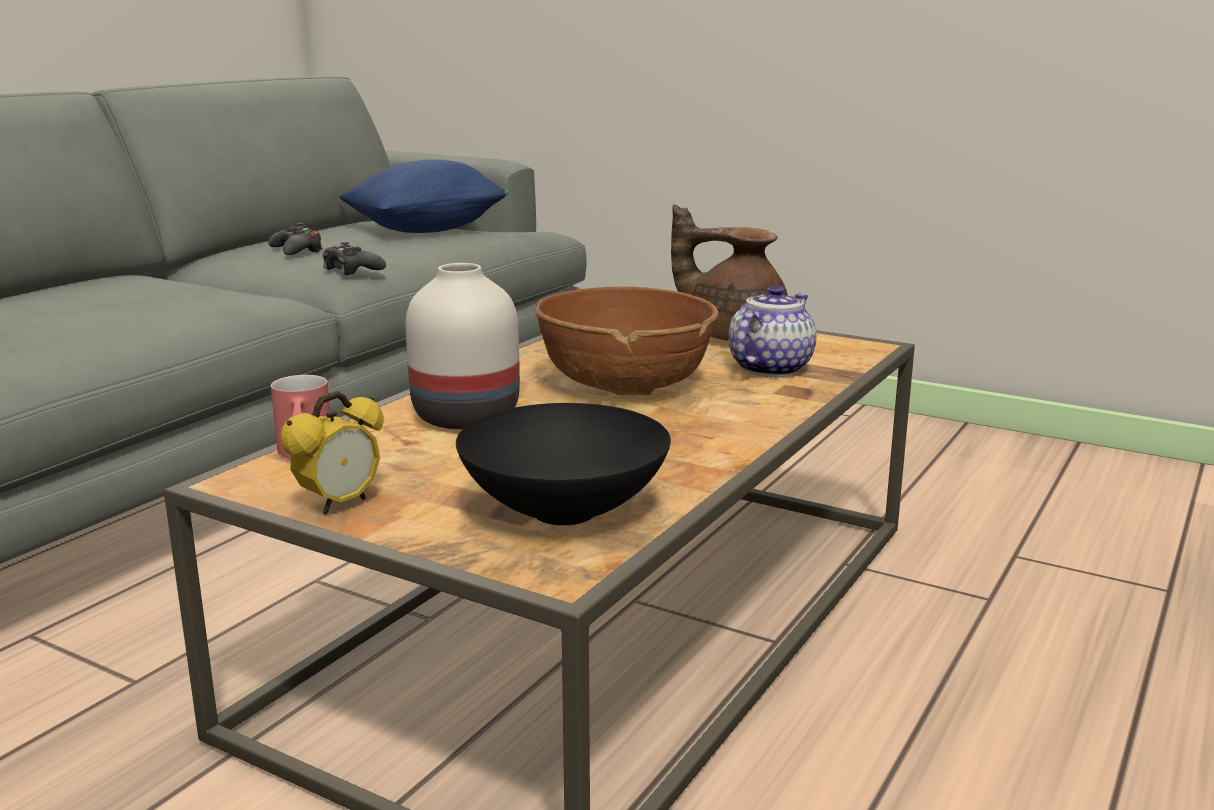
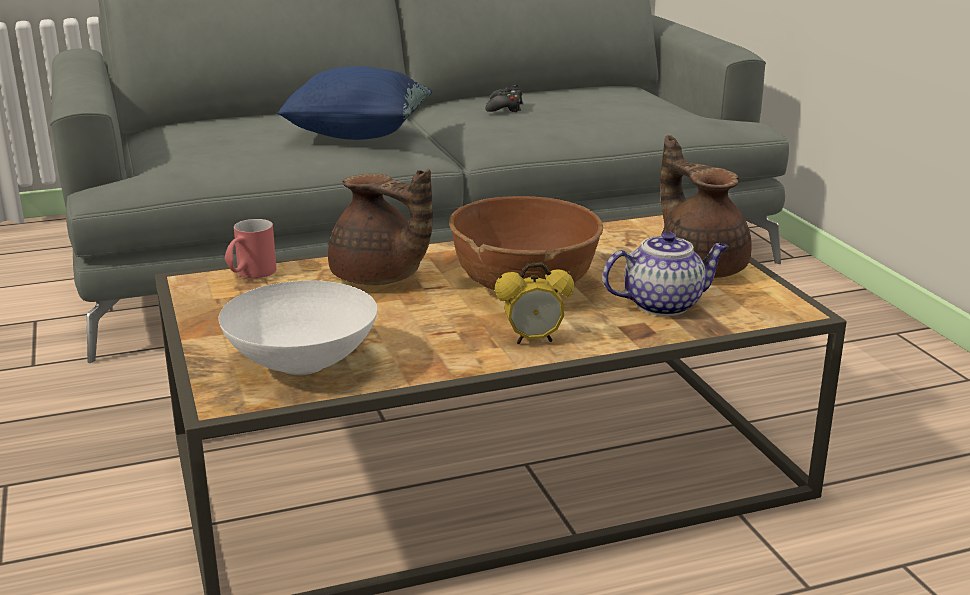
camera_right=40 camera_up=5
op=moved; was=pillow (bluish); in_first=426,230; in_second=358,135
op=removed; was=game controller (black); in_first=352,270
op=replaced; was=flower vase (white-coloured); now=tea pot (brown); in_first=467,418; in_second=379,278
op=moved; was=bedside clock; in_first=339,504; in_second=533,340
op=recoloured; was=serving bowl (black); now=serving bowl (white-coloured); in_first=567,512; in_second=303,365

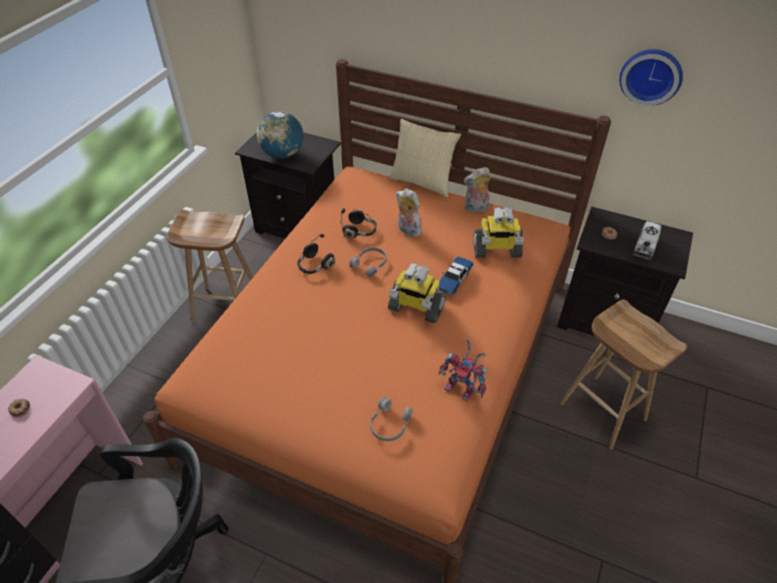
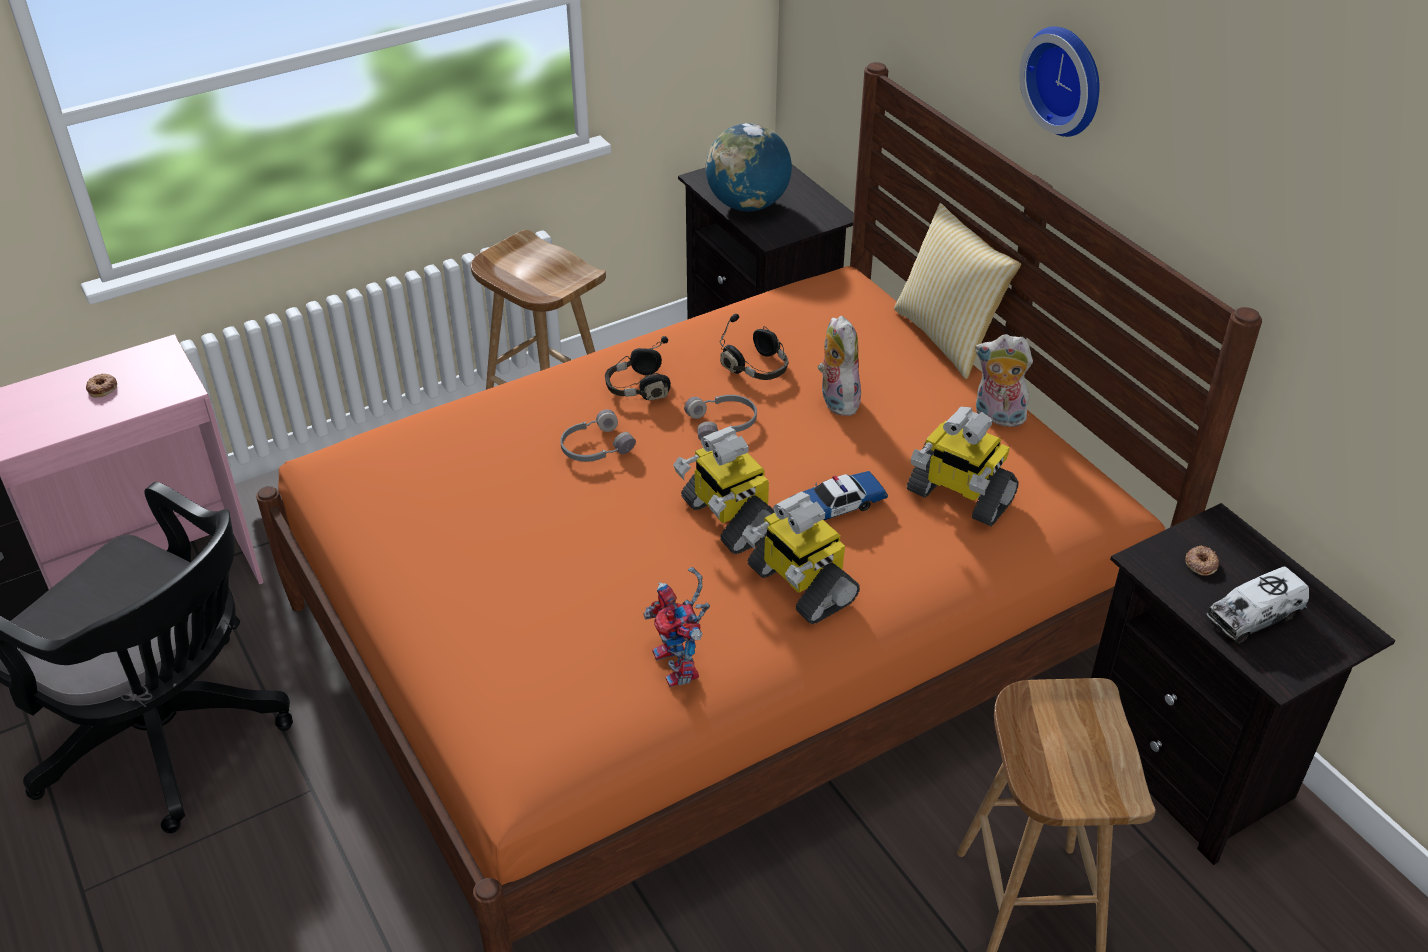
camera_right=35 camera_up=-5
op=moved; was=clock on the wall; in_first=651,75; in_second=1067,79
op=moved; was=headphones (grey); in_first=389,424; in_second=594,447
op=added; now=toy robot; in_second=799,585

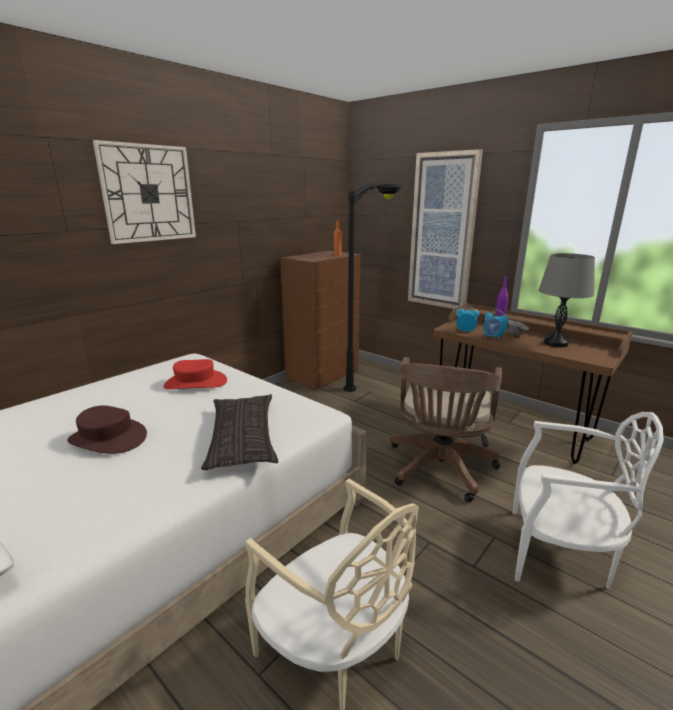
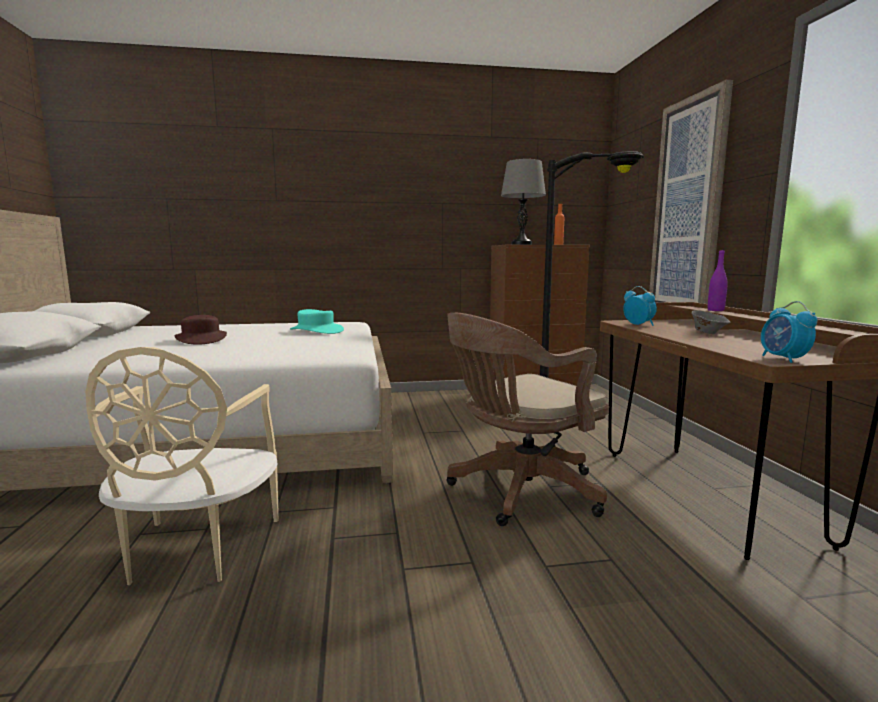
camera_right=40 camera_up=-10
op=removed; was=clock on the wall; in_first=148,193
op=moved; was=lamp for a table (grey); in_first=555,343; in_second=521,244
op=moved; was=bedside clock; in_first=493,337; in_second=783,359
op=recoloured; was=clothing hat (reddish); now=clothing hat (turquoise); in_first=195,383; in_second=316,331
op=removed; was=pillow; in_first=242,437
op=removed; was=chair (white-coloured); in_first=559,554

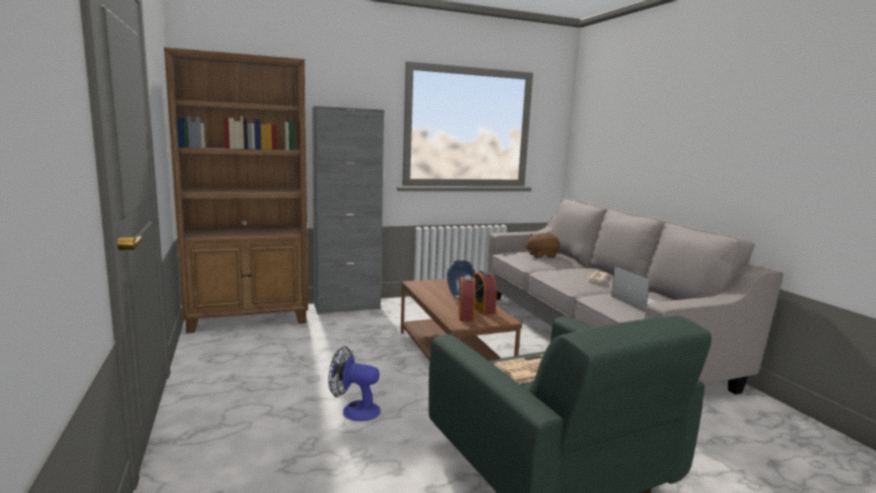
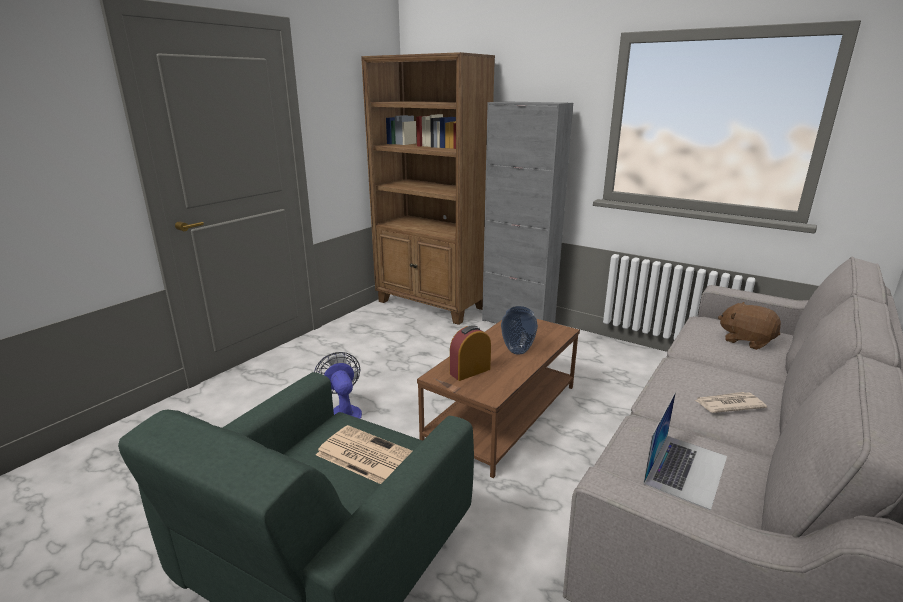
camera_right=55 camera_up=10
op=removed; was=bedside clock; in_first=482,309

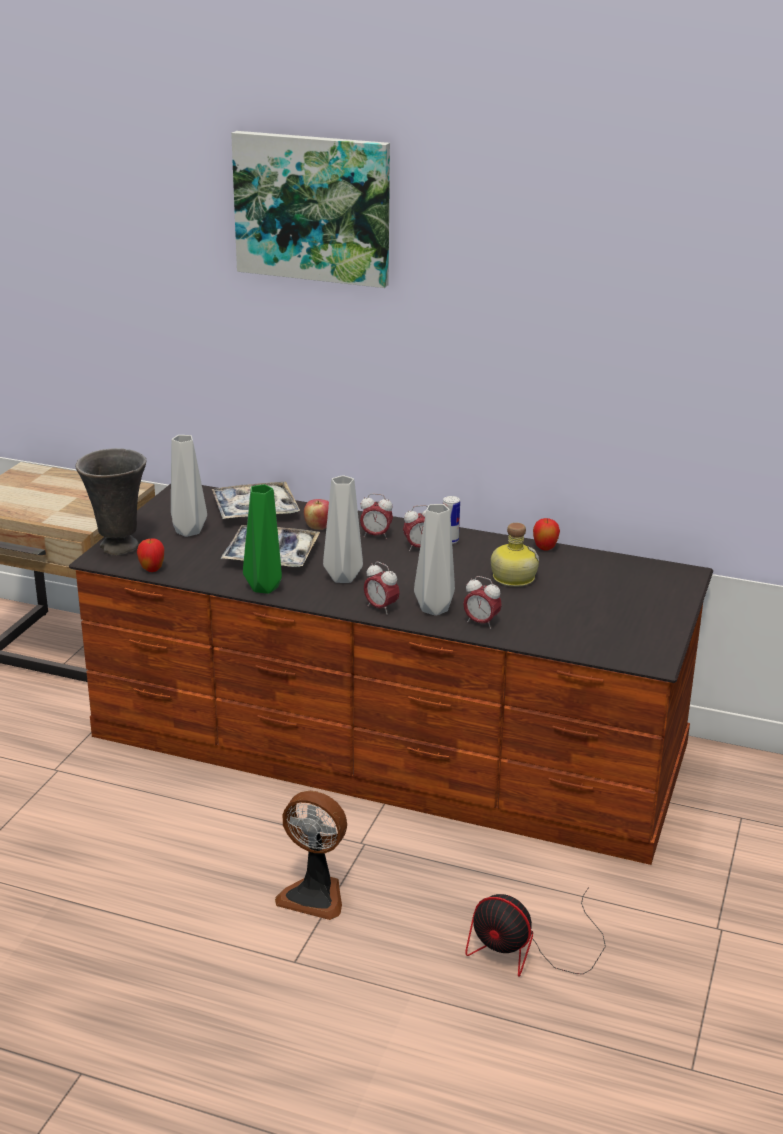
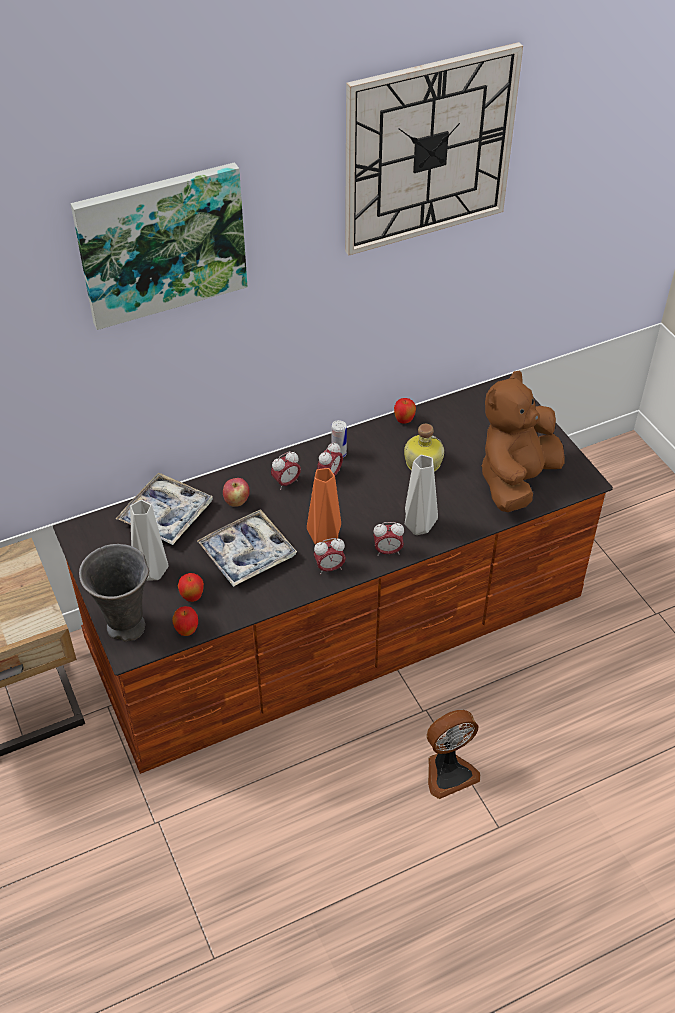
camera_right=-45 camera_up=20
op=recoloured; was=flower vase (grey); now=flower vase (orange); in_first=341,578; in_second=324,541
op=removed; was=flower vase (greenish); in_first=264,589
op=moved; was=bedside clock; in_first=481,623; in_second=329,568
op=removed; was=fan; in_first=530,950
op=added; now=clock on the wall; in_second=428,150
op=added; now=cuddly toy (brown); in_second=516,480
op=added; now=apple fruit; in_second=192,597

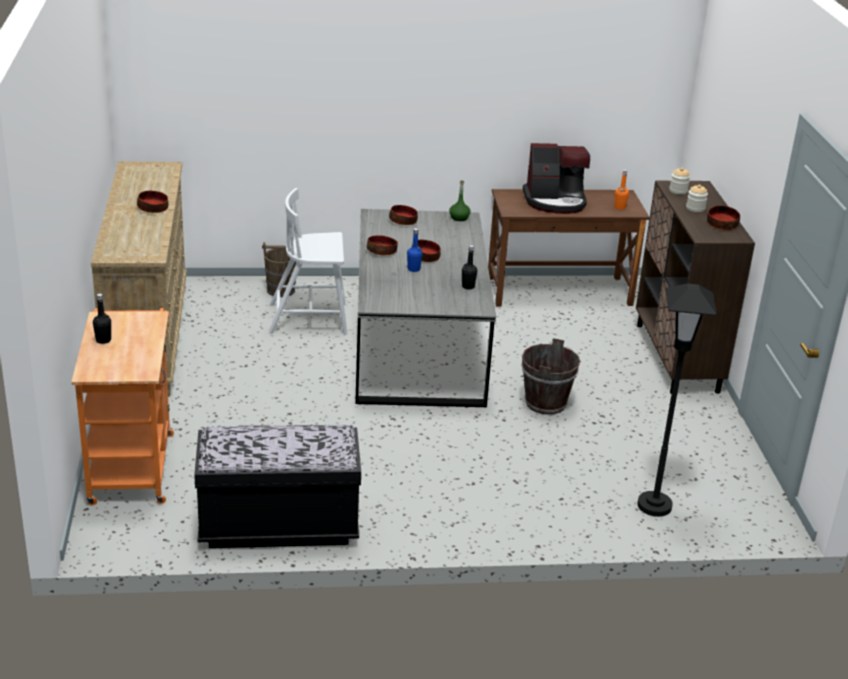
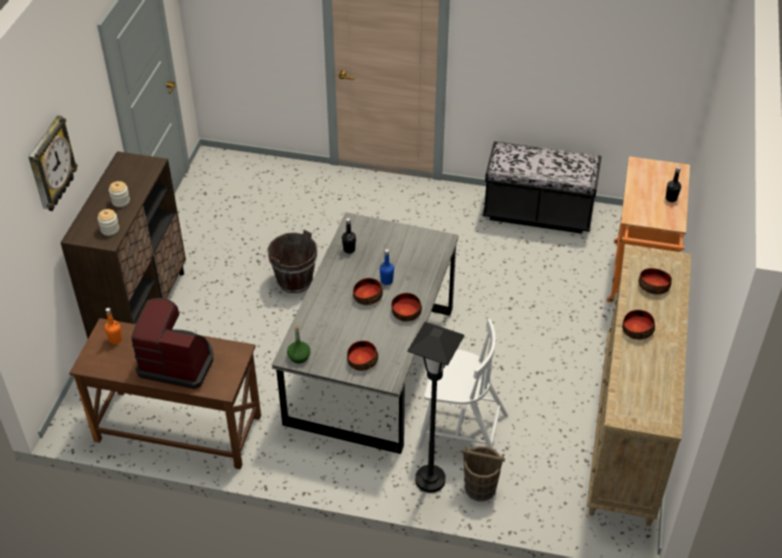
camera_right=-160 camera_up=15
op=moved; was=serving bowl; in_first=721,224; in_second=654,286
op=moved; was=standing lamp (black); in_first=654,506; in_second=430,479
op=added; now=clock on the wall; in_second=50,165

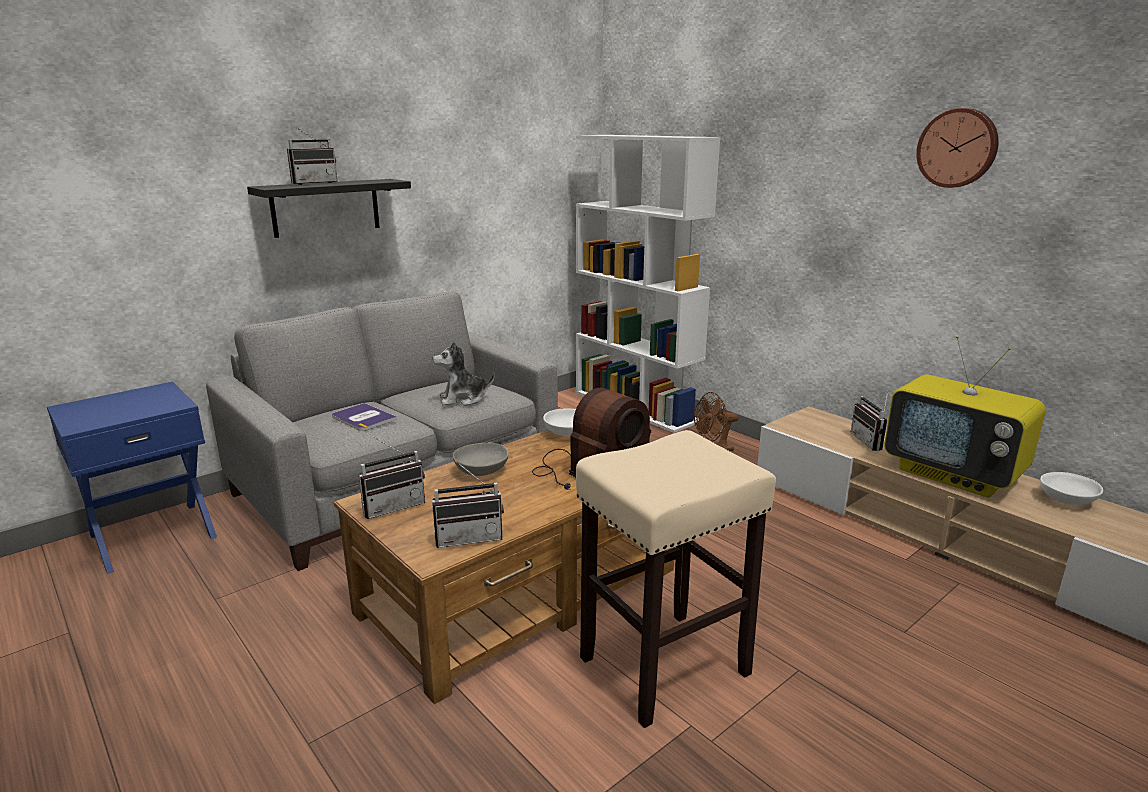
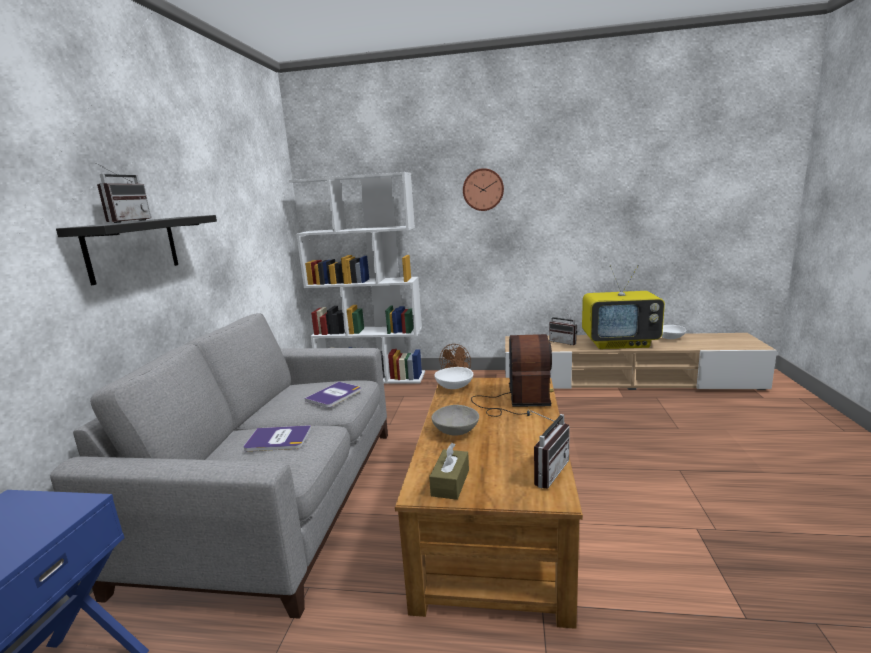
camera_right=-40 camera_up=-5
op=moved; was=clock on the wall; in_first=958,148; in_second=483,189
op=replaced; was=cuddly toy; now=book; in_first=463,399; in_second=334,395
op=removed; was=sitting stool (beige-coloured); in_first=663,667
op=replaced; was=radio set; now=box of tissues (brown); in_first=393,506; in_second=450,483

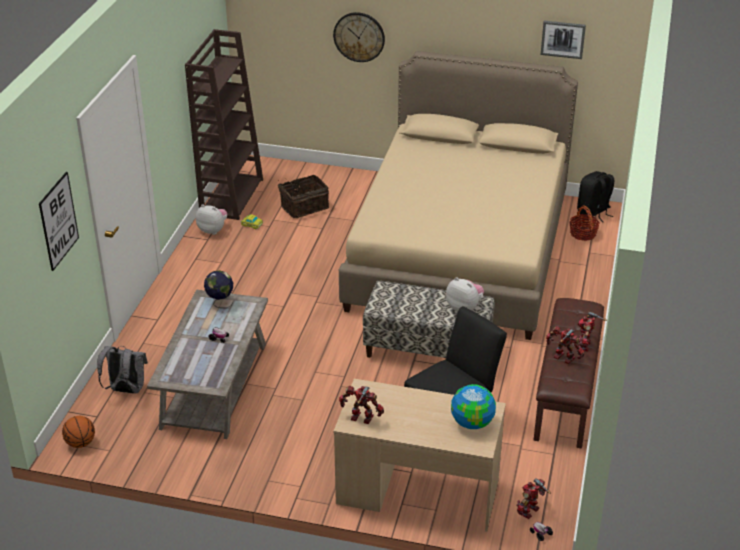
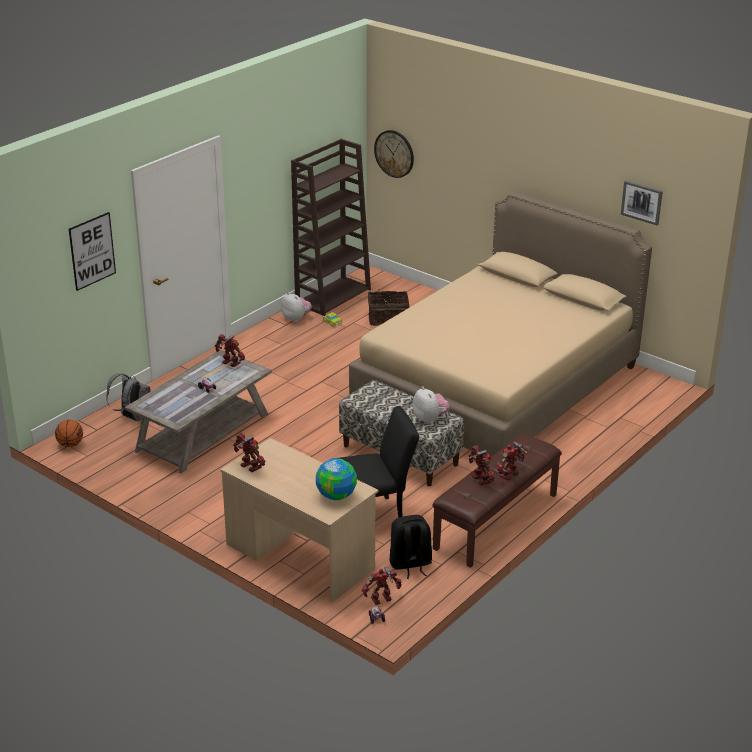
camera_right=25 camera_up=-5
op=moved; was=clock on the wall; in_first=359,36; in_second=394,153
op=moved; was=rucksack (black); in_first=593,213; in_second=410,564
op=removed; was=storage basket; in_first=583,234
op=replaced; was=desk globe; now=toy robot; in_first=220,303; in_second=230,363

